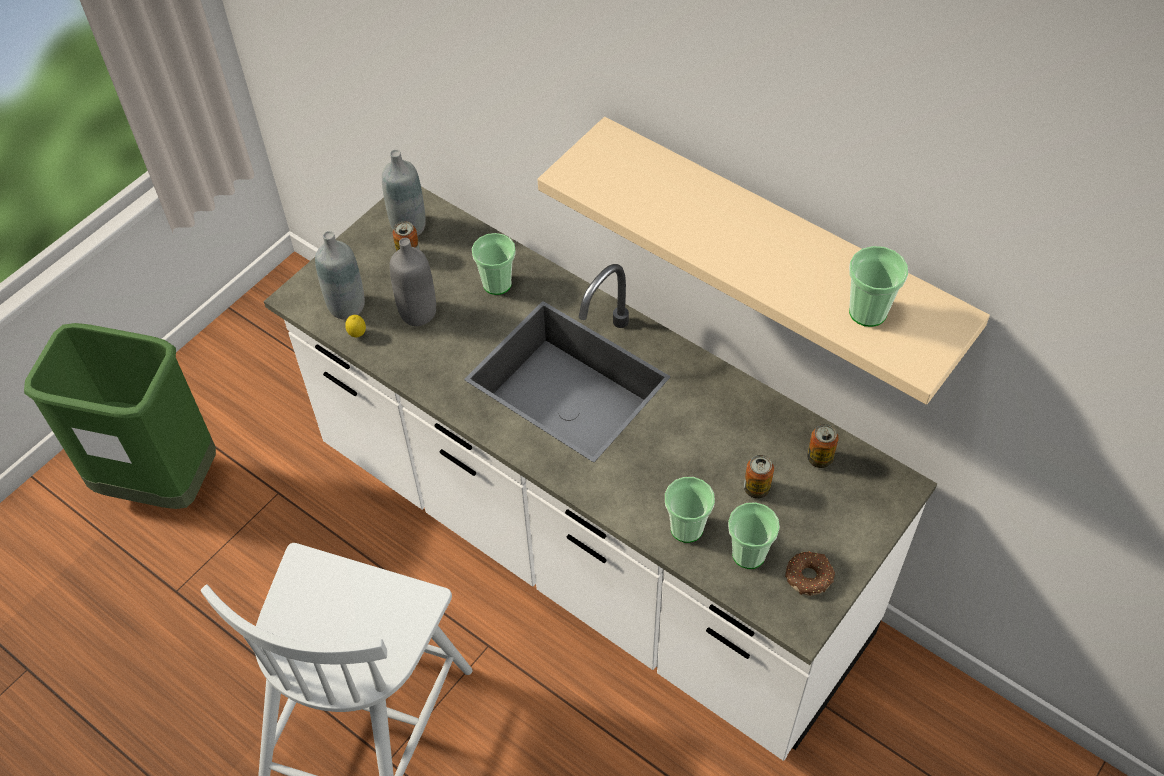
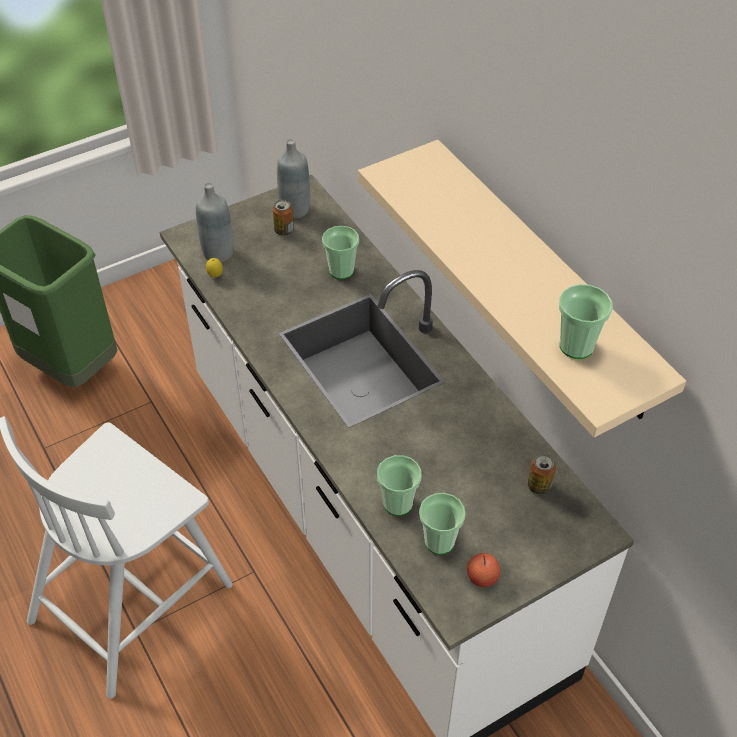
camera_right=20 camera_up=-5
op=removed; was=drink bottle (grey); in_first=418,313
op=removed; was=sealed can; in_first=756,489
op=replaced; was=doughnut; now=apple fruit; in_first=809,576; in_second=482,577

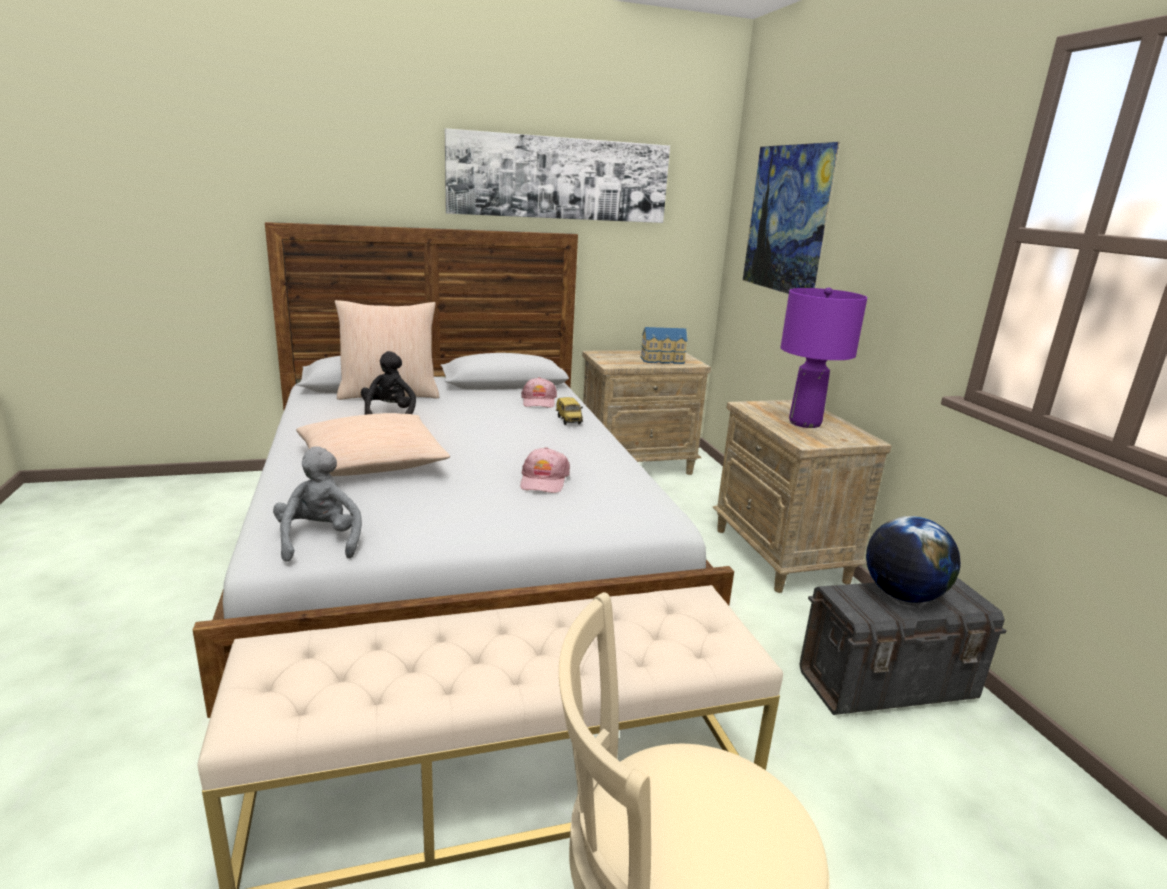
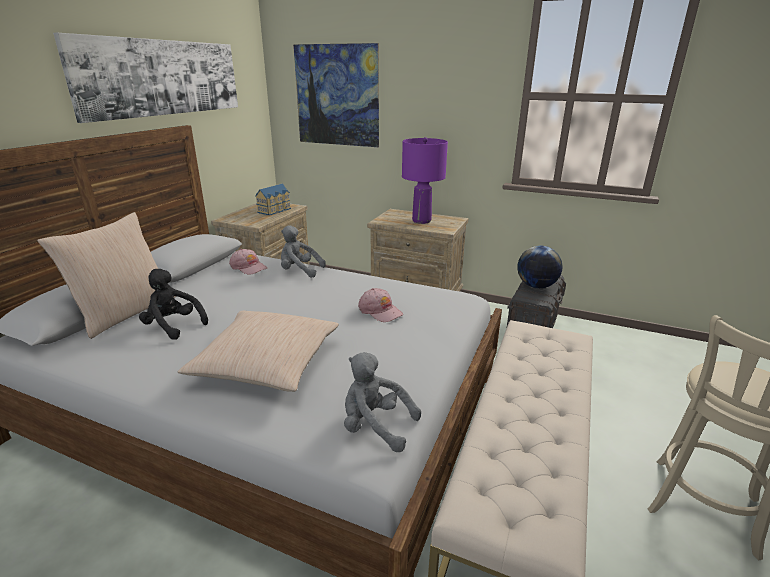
camera_right=-50 camera_up=5
op=replaced; was=model car; now=cuddly toy (grey); in_first=569,421; in_second=299,271

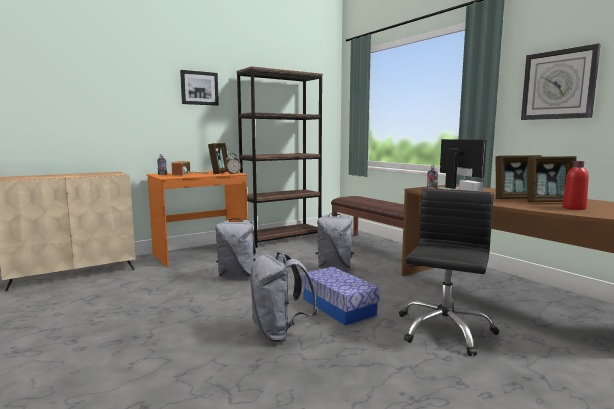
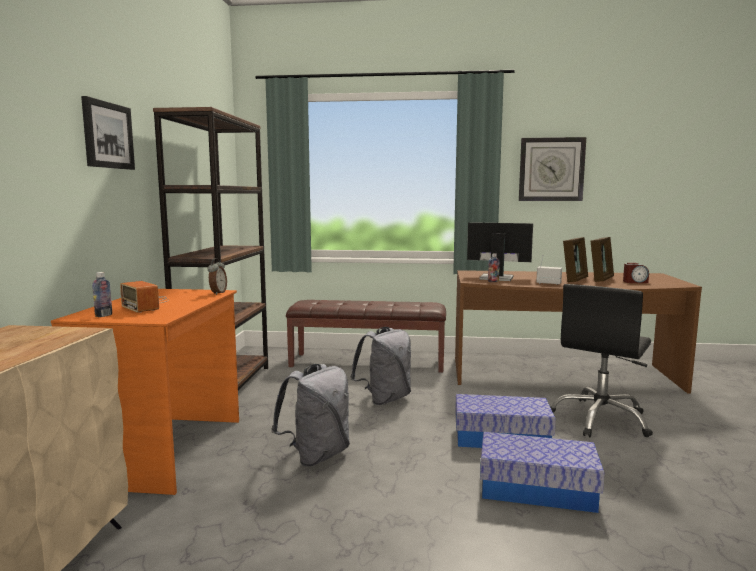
camera_right=-50 camera_up=0
op=removed; was=photo frame; in_first=220,173
op=replaced; was=drink bottle (reddish); now=bedside clock; in_first=574,208; in_second=635,282
op=turned; was=desk chair (black); in_first=444,330; in_second=600,419; clockwise=-120
op=replaced; was=rucksack (grey); now=storage box; in_first=280,333; in_second=537,489

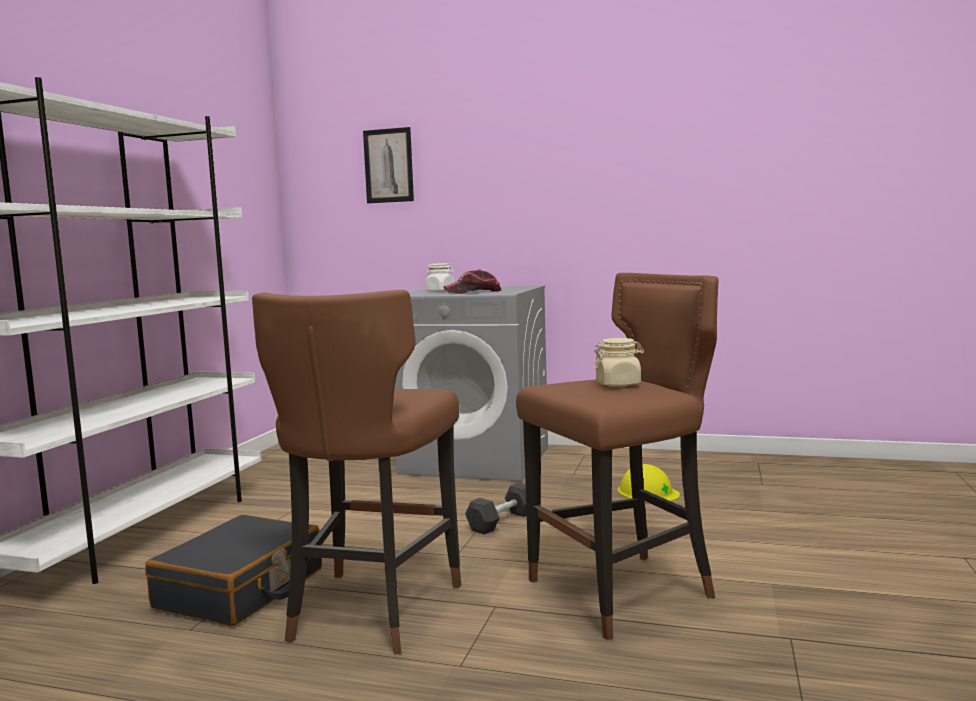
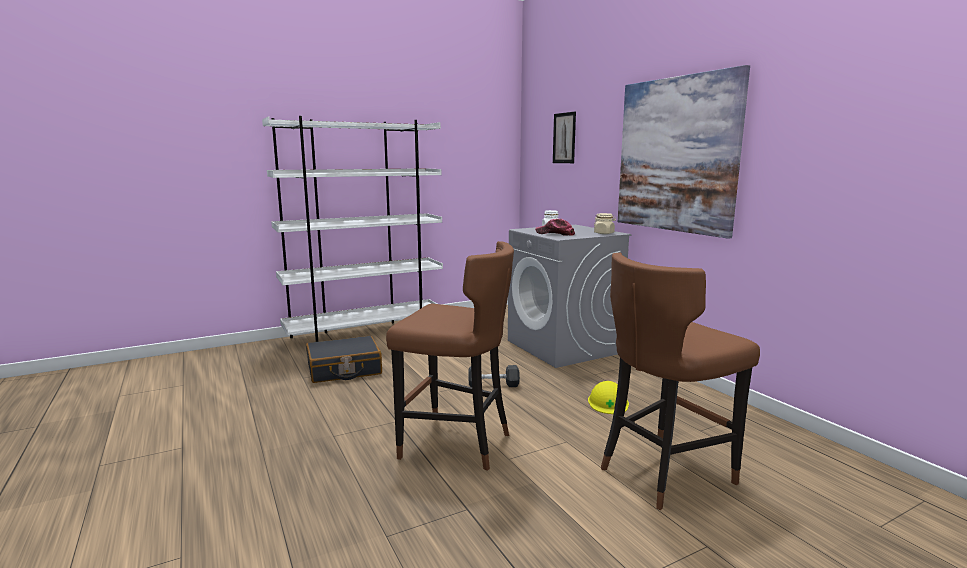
camera_right=45 camera_up=5
op=moved; was=sitting stool (brown); in_first=371,611; in_second=663,473
op=moved; was=jar (beige-coloured); in_first=618,384; in_second=604,233
op=added; now=wall picture; in_second=676,155

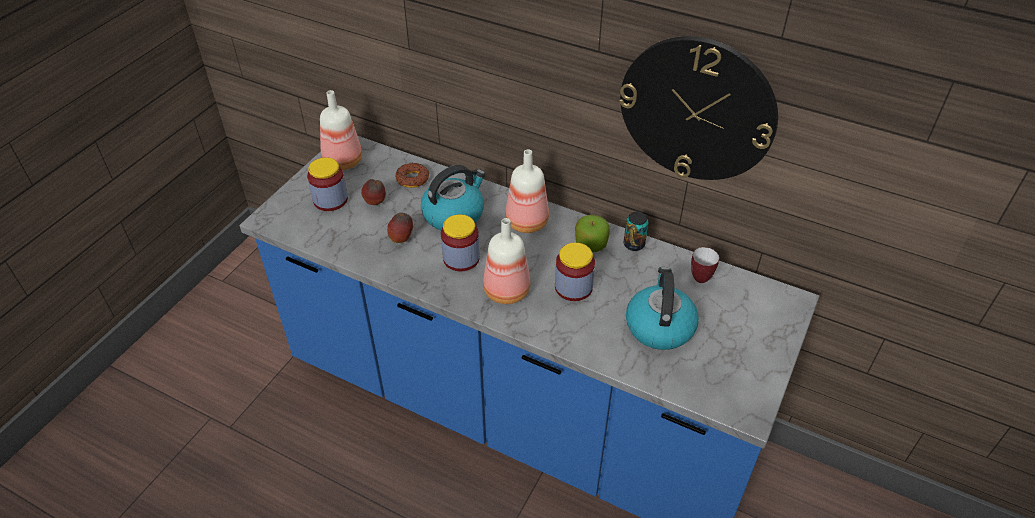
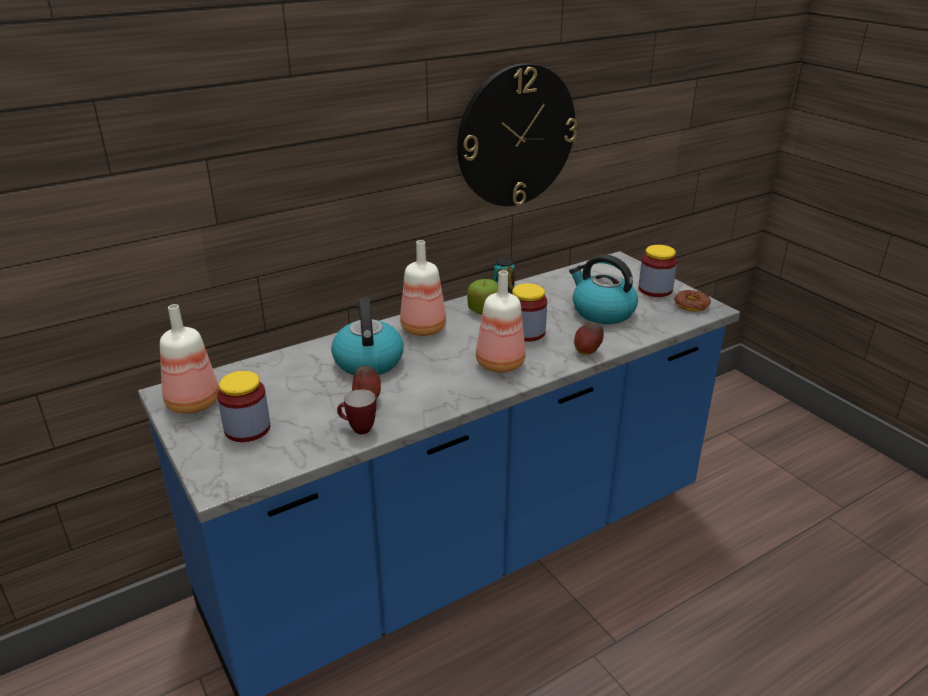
camera_right=-60 camera_up=-15
op=moved; was=doughnut; in_first=412,179; in_second=691,305
op=moved; was=apple fruit; in_first=376,203; in_second=587,352
op=moved; was=jar; in_first=461,258; in_second=655,289
op=moved; was=coffee mug; in_first=698,276; in_second=357,429

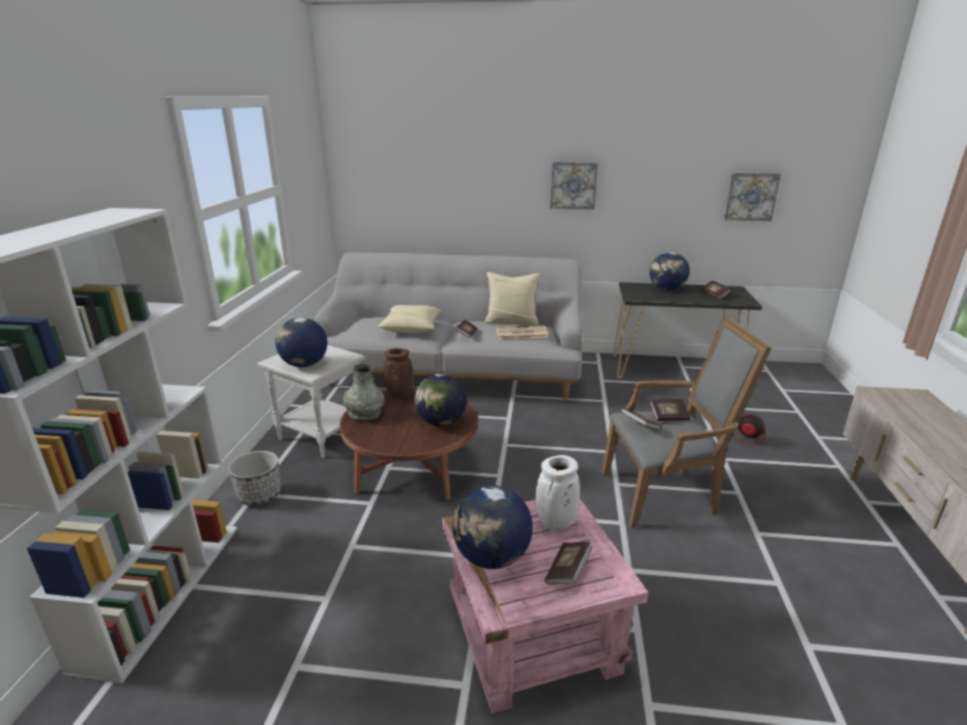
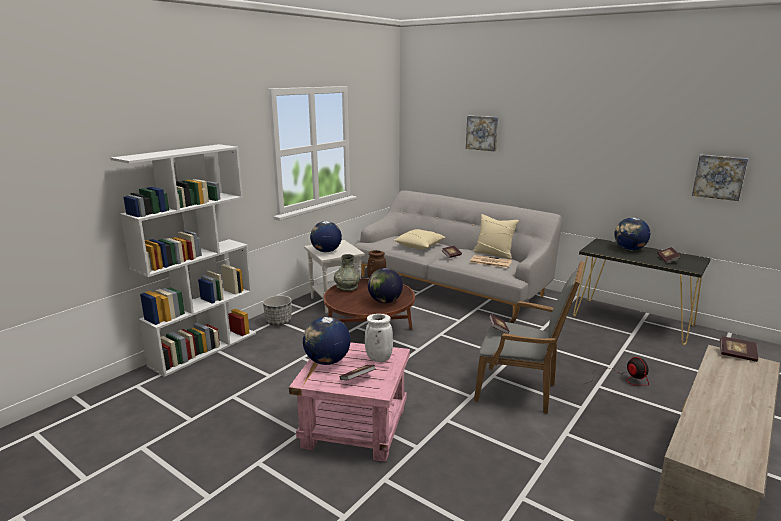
camera_right=30 camera_up=-5
op=moved; was=wall picture; in_first=573,185; in_second=482,133
op=moved; was=book; in_first=668,417; in_second=737,355

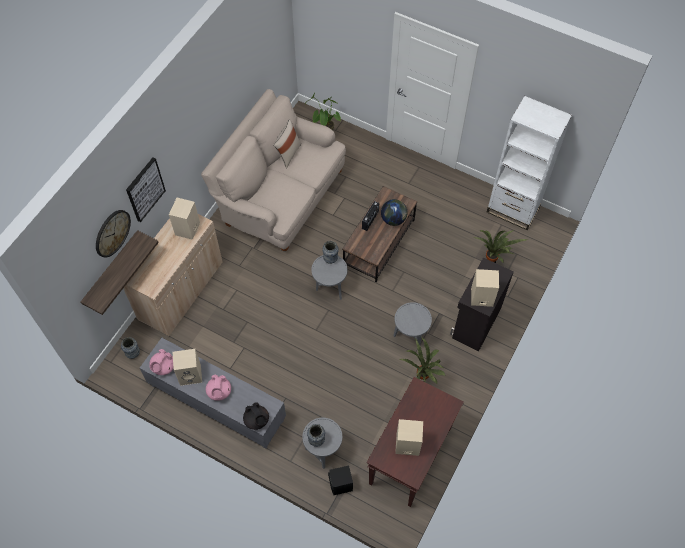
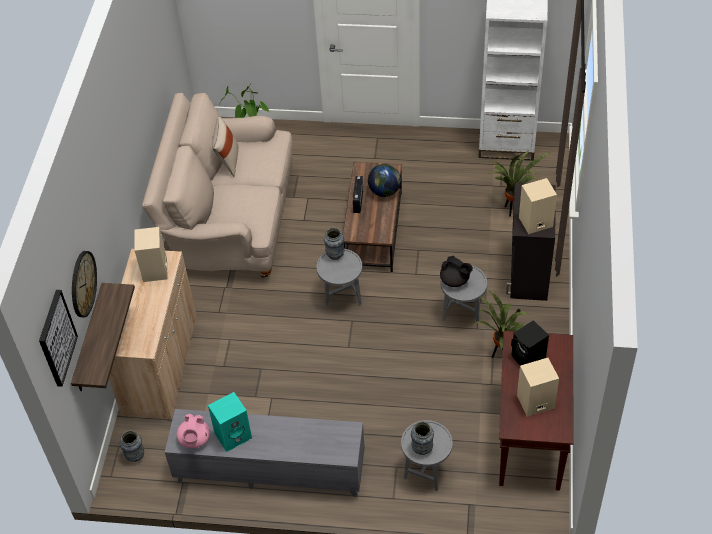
camera_right=-20 camera_up=-10
op=moved; was=wall picture; in_first=145,189; in_second=56,338
op=recoloured; was=speaker (beige-coloured); now=speaker (turquoise); in_first=191,374; in_second=233,435
op=removed; was=tea pot (pinkish); in_first=219,392
op=moved; was=tea pot (black); in_first=257,420; in_second=455,280
op=moved; was=speaker (black); in_first=341,485; in_second=529,357

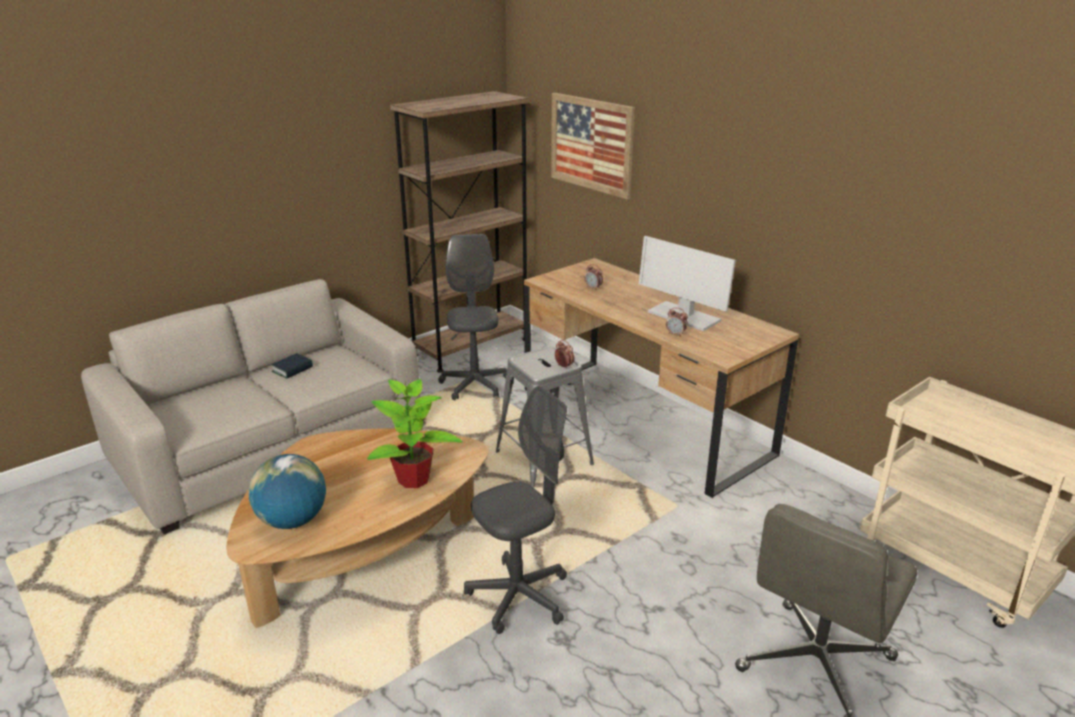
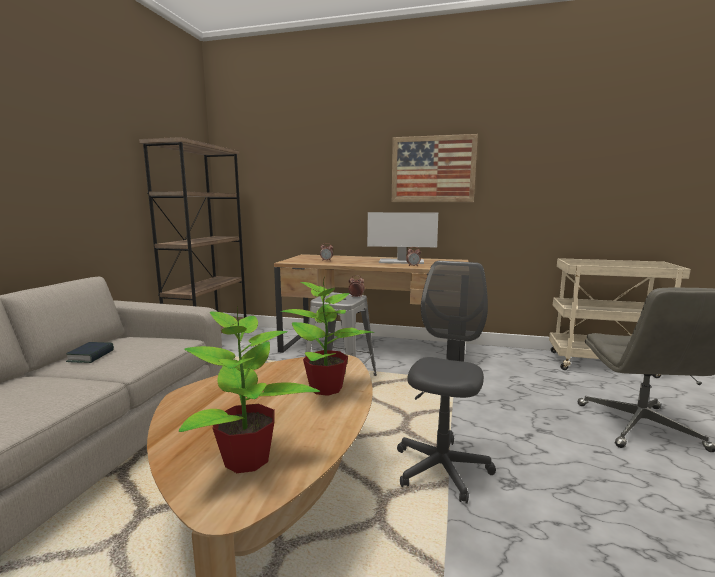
camera_right=-35 camera_up=-15
op=moved; was=wall picture; in_first=591,144; in_second=433,169
op=removed; was=desk chair (grey); in_first=474,385
op=replaced; was=desk globe; now=potted plant; in_first=292,520; in_second=247,460

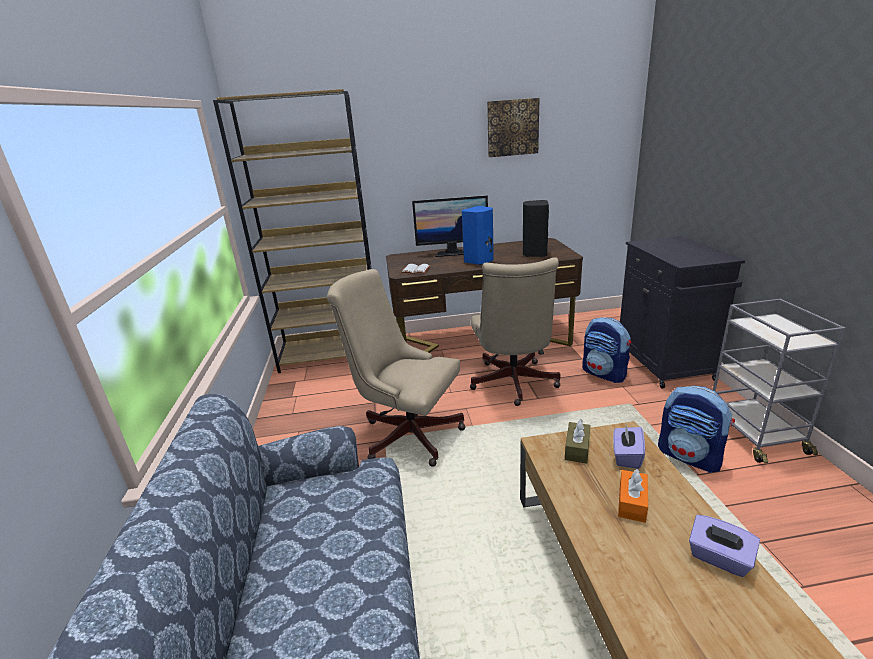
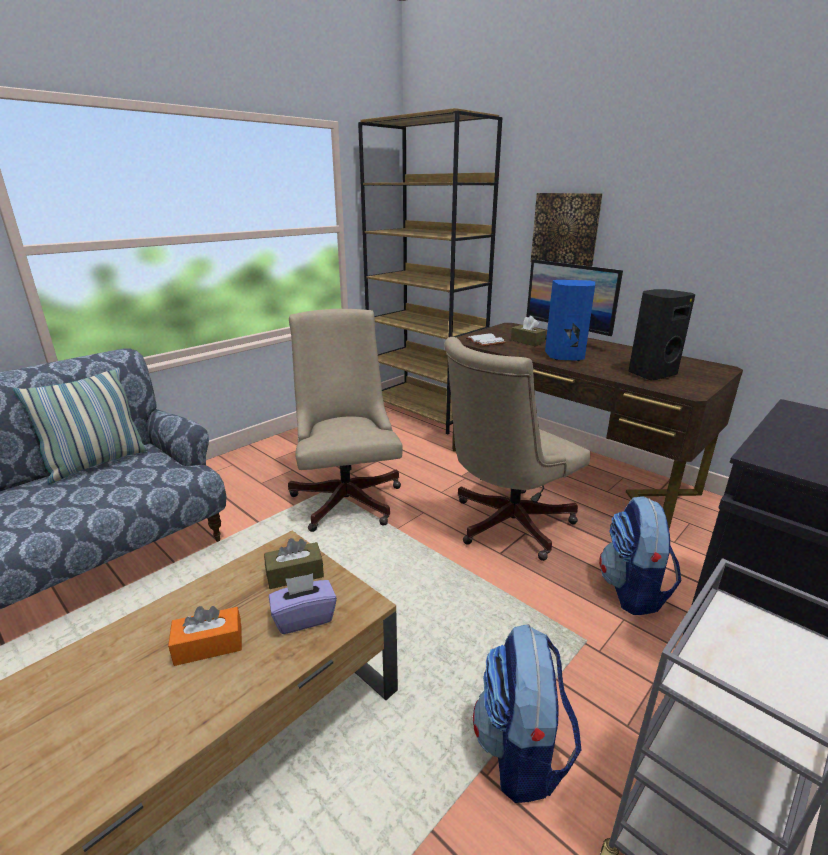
camera_right=50 camera_up=0
op=moved; was=wall picture; in_first=512,127; in_second=565,229
op=removed; was=box of tissues (purple); in_first=719,558
op=added; now=box of tissues (brown); in_second=527,341
op=added; now=pillow; in_second=97,463

